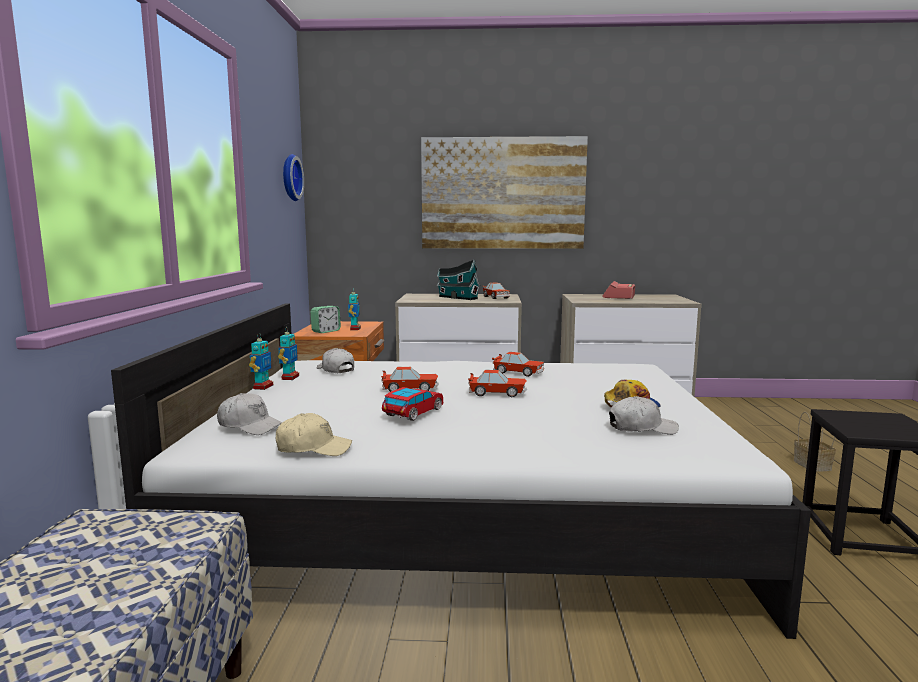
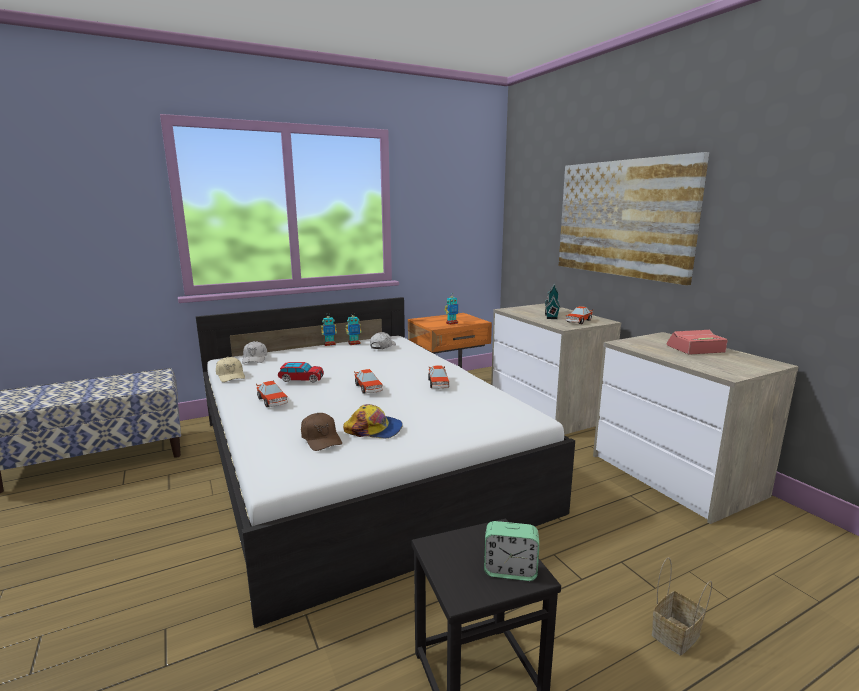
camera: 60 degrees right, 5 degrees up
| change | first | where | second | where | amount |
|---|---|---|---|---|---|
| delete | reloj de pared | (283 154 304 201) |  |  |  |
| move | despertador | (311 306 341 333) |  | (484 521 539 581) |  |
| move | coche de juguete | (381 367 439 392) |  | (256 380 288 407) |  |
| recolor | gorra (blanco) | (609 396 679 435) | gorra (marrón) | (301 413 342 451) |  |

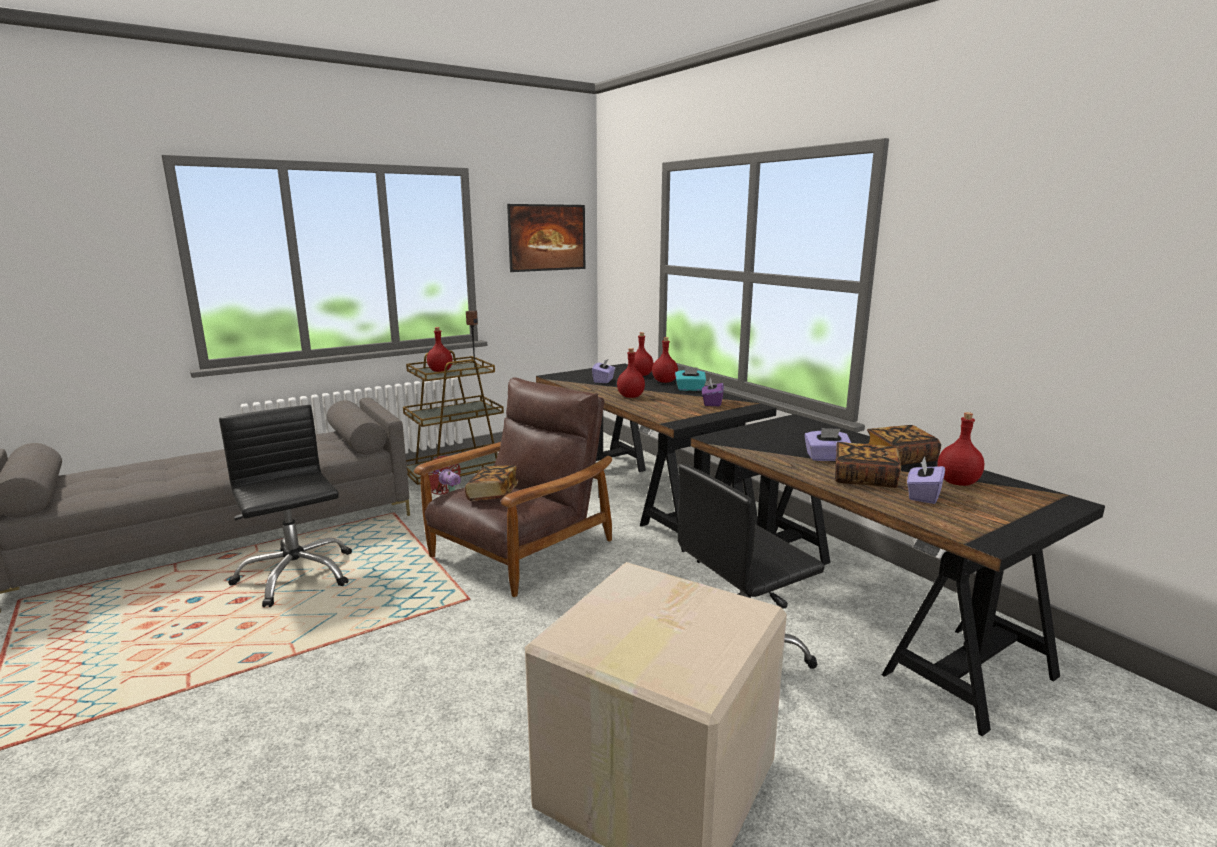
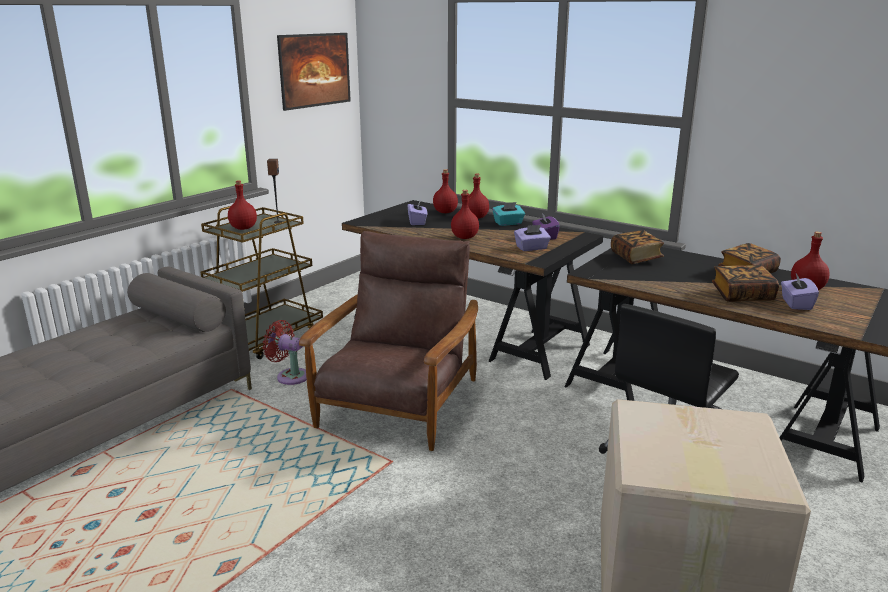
camera: 20 degrees left, 5 degrees up
| change | first | where | second | where | amount |
|---|---|---|---|---|---|
| delete | silla de oficina (negro) | (219 405 352 607) |  |  |  |
| move | libro | (465 465 518 501) |  | (611 230 664 264) |  |
| move | caja de pañuelos (morado) | (805 428 851 461) |  | (514 225 551 251) |  |

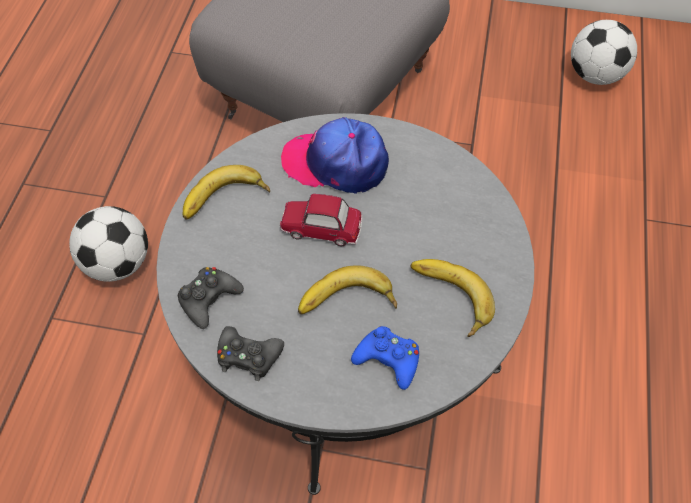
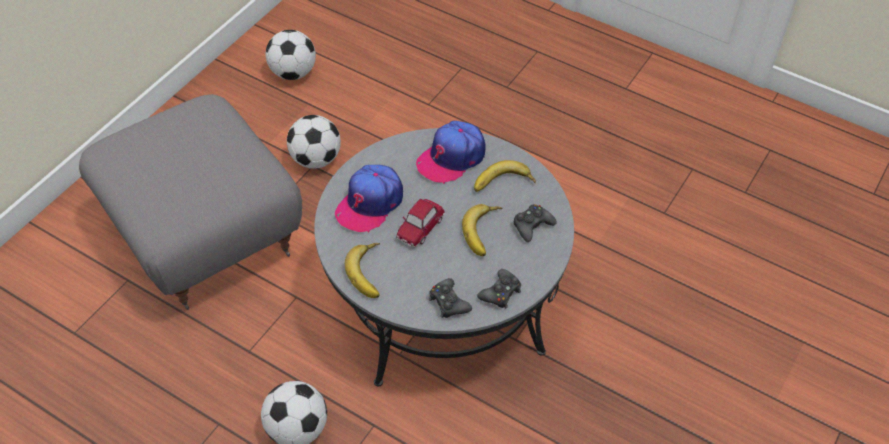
camera: 70 degrees left, 5 degrees down
| change | first | where | second | where | amount |
|---|---|---|---|---|---|
| recolor | mando de consola (azul) | (351 326 419 390) | mando de consola (negro) | (514 204 557 242) |  |
| insert |  |  | balón de fútbol | (287 115 341 169) |  |
| insert |  |  | gorra | (416 121 486 184) |  |

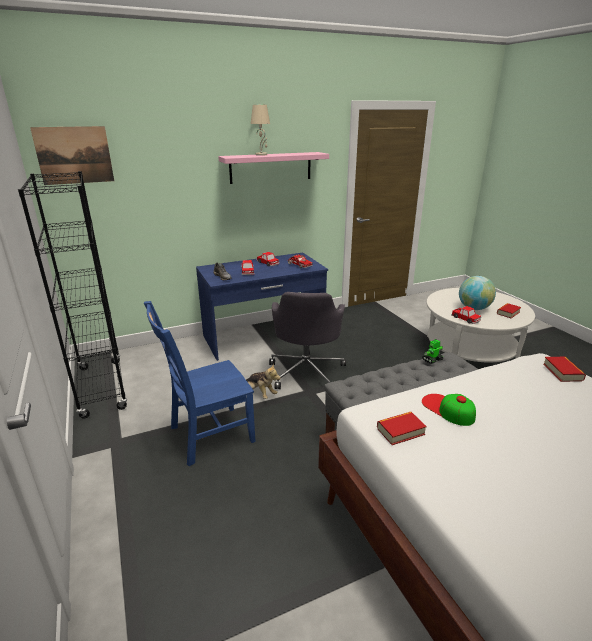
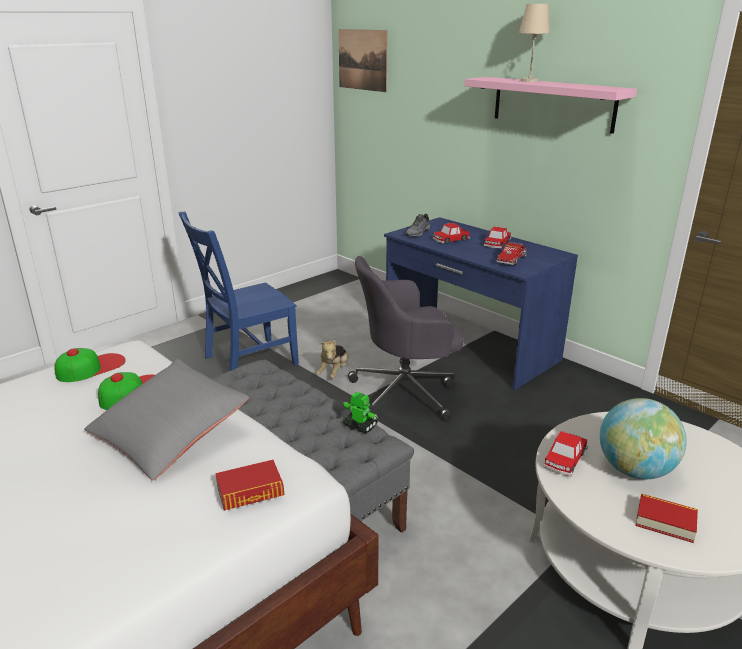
camera: 70 degrees right, 0 degrees up
| change | first | where | second | where | amount |
|---|---|---|---|---|---|
| delete | estantería (negro) | (18 171 128 419) |  |  |  |
| rotate | silla (azul) | (144 301 256 466) |  | (178 212 299 371) | 75 degrees counterclockwise |
| replace | libro | (377 412 427 445) | gorra | (54 348 126 382) |  |
| insert |  |  | cojín (gris) | (84 359 249 481) |  |

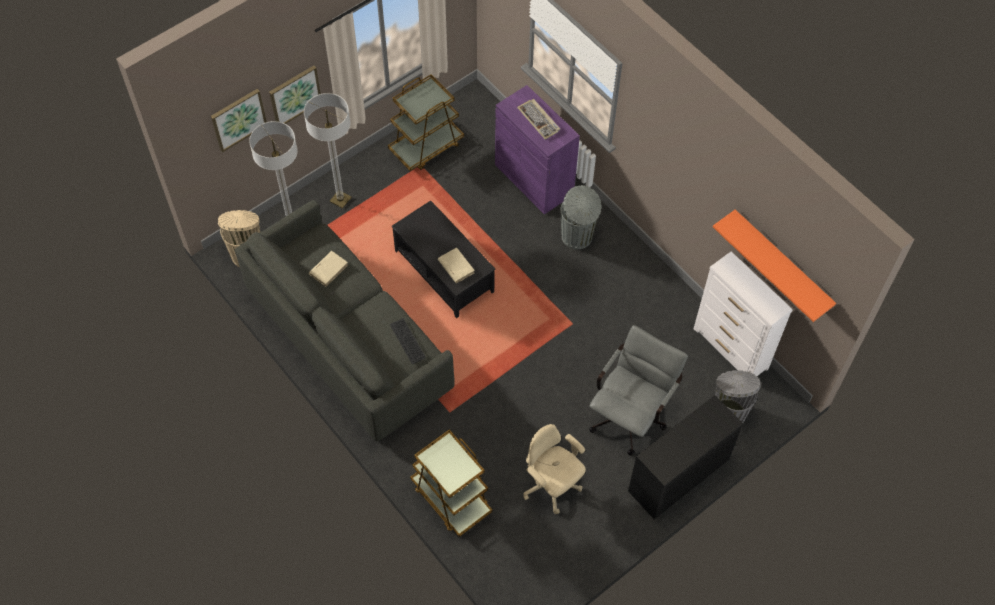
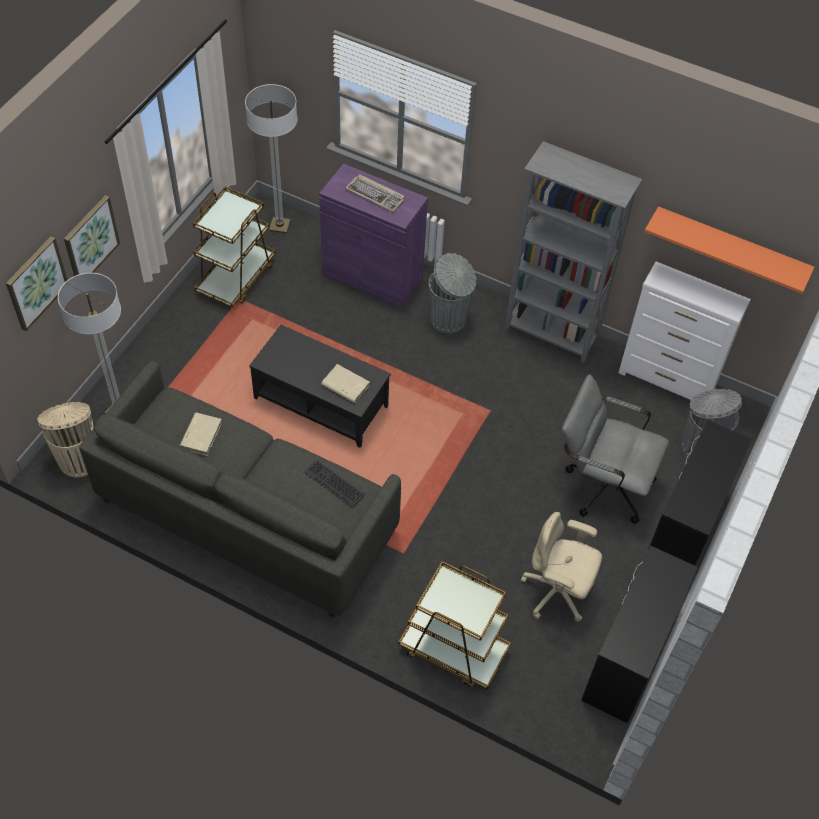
camera: 25 degrees left, 5 degrees down
| change | first | where | second | where | amount |
|---|---|---|---|---|---|
| move | lámpara de pie | (304 93 352 209) |  | (245 84 297 233) |  |
| rotate | silla de oficina (gris) | (589 325 688 456) |  | (562 374 669 524) | 75 degrees counterclockwise |
| insert |  |  | estantería (gris) | (504 141 642 363) |  |
| insert |  |  | escritorio (negro) | (581 545 698 723) |  |

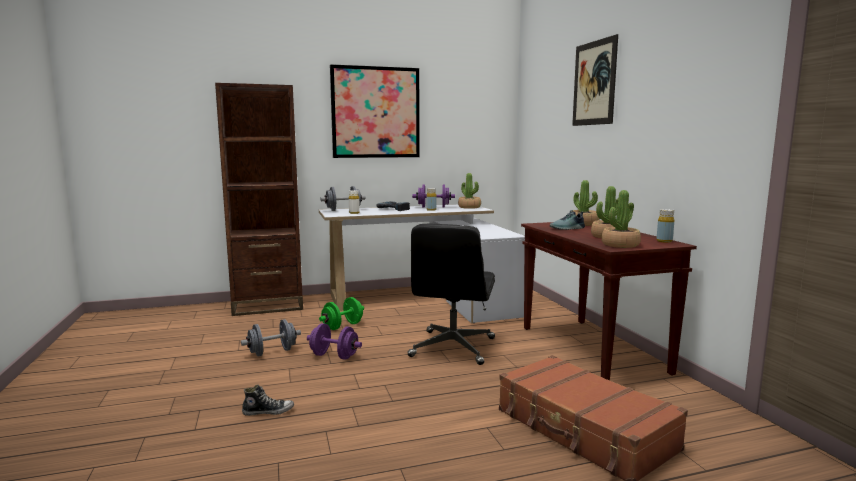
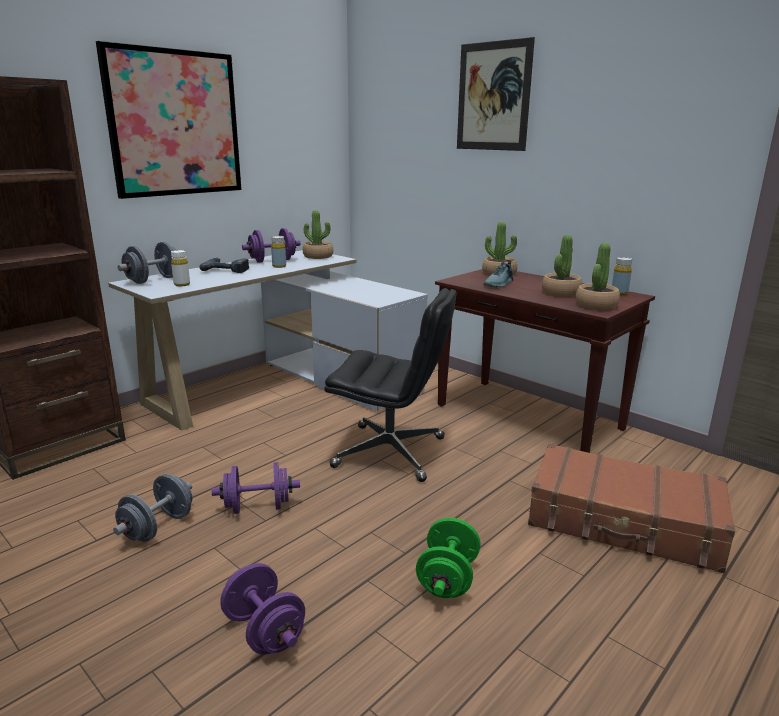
camera: 30 degrees left, 10 degrees up
| change | first | where | second | where | amount |
|---|---|---|---|---|---|
| replace | zapato | (242 385 294 416) | mancuerna (morado) | (220 563 305 655) |  |
| move | mancuerna (verde) | (319 297 364 330) |  | (416 518 480 598) |  |
| rotate | silla de oficina (negro) | (407 224 495 365) |  | (324 288 456 482) | 60 degrees counterclockwise |

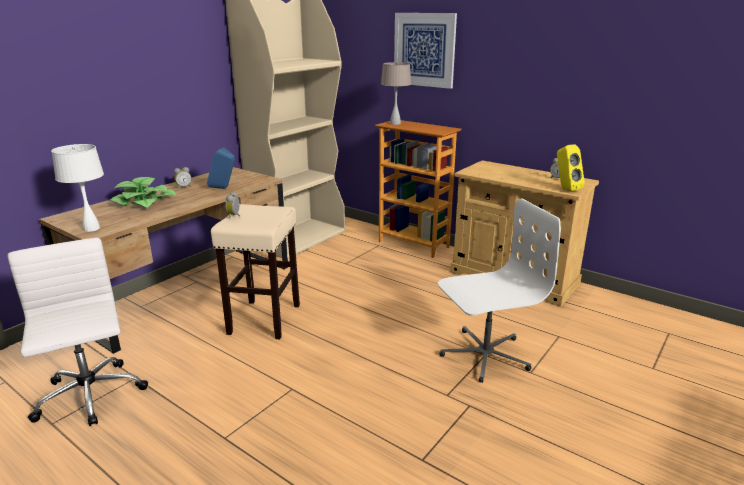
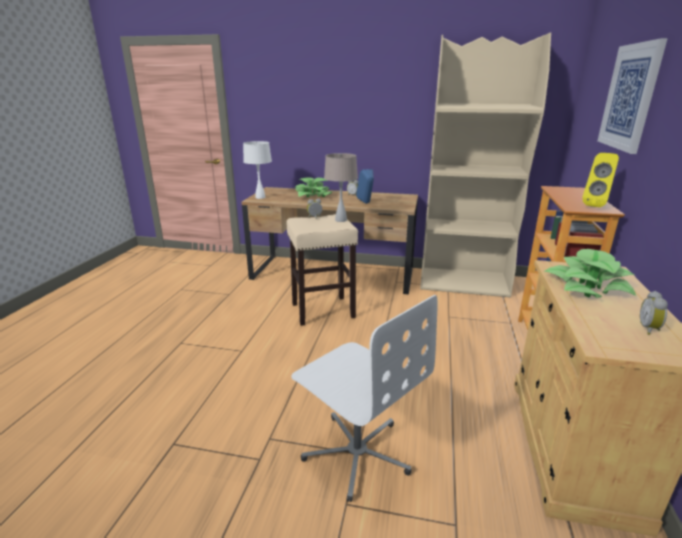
camera: 65 degrees right, 0 degrees up
| change | first | where | second | where | amount |
|---|---|---|---|---|---|
| delete | silla de oficina (blanco) | (7 238 148 426) |  |  |  |
| move | lámpara de mesa (beis) | (381 62 411 125) |  | (324 153 358 222) |  |
| move | altavoz (amarillo) | (557 145 585 191) |  | (582 153 619 207) |  |
| insert |  |  | planta en maceta | (543 249 636 298) |  |

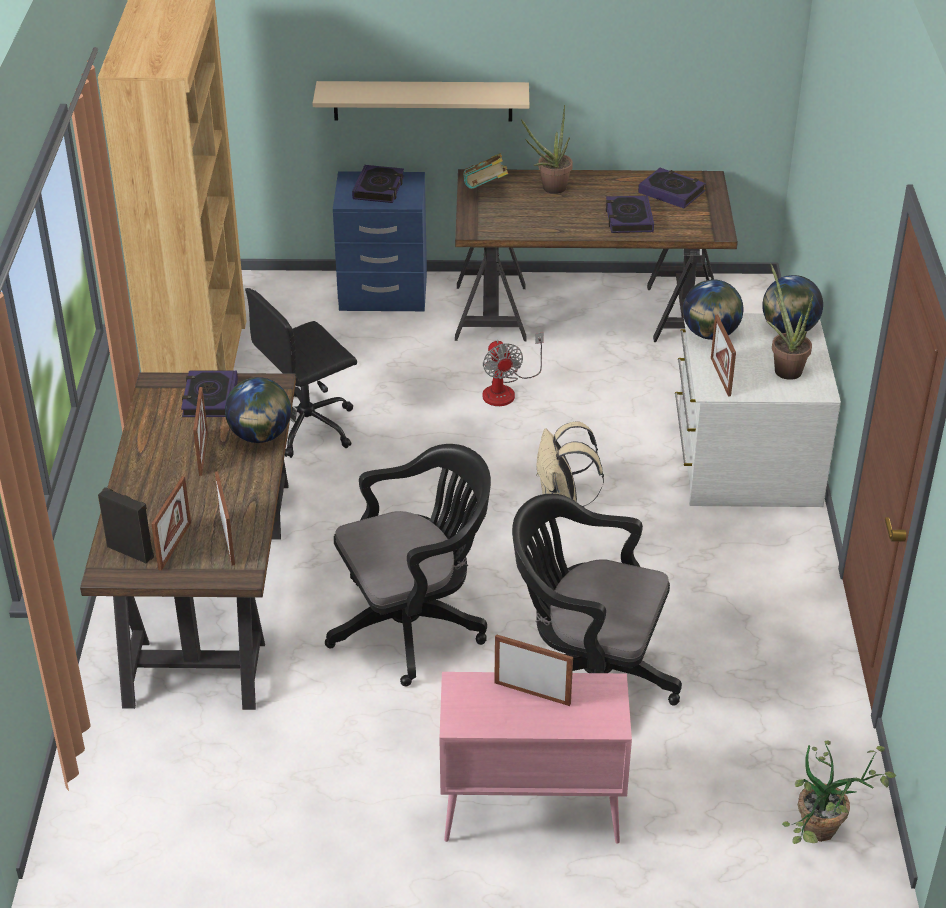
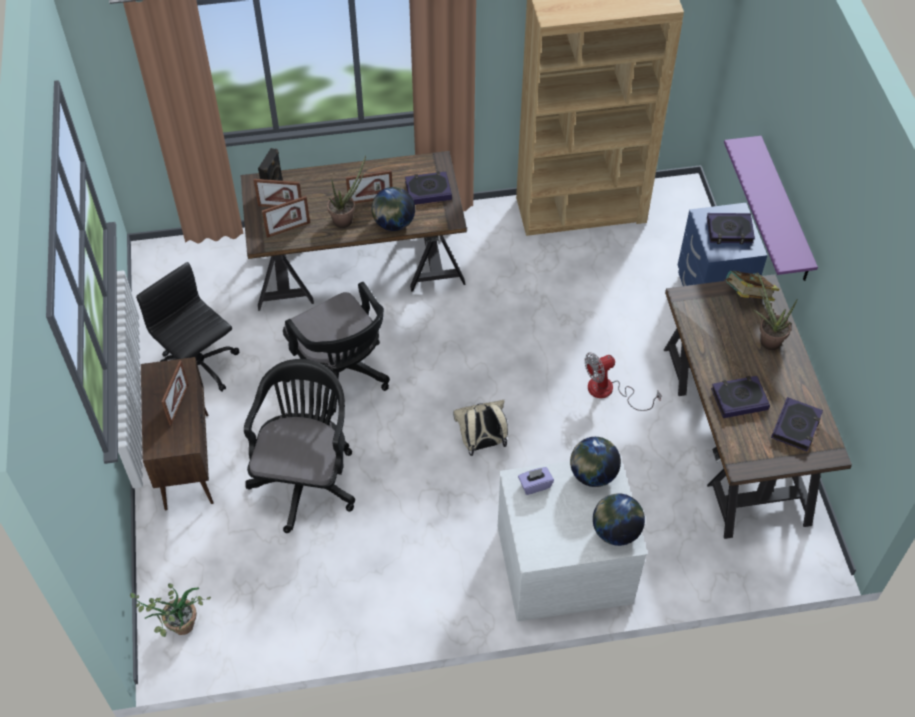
camera: 80 degrees right, 15 degrees up
| change | first | where | second | where | amount |
|---|---|---|---|---|---|
| move | silla de oficina (negro) | (245 288 357 458) |  | (136 262 240 391) |  |
| recolor | estante (beis) | (313 81 529 121) | estante (morado) | (724 136 818 281) |  |
| recolor | armario (rosa) | (439 672 632 844) | armario (marrón) | (141 357 214 511) |  |
| replace | portarretratos | (711 315 736 397) | caja de pañuelos (morado) | (518 467 554 495) |  |
| move | planta en maceta | (767 263 814 380) |  | (327 155 366 228) |  |

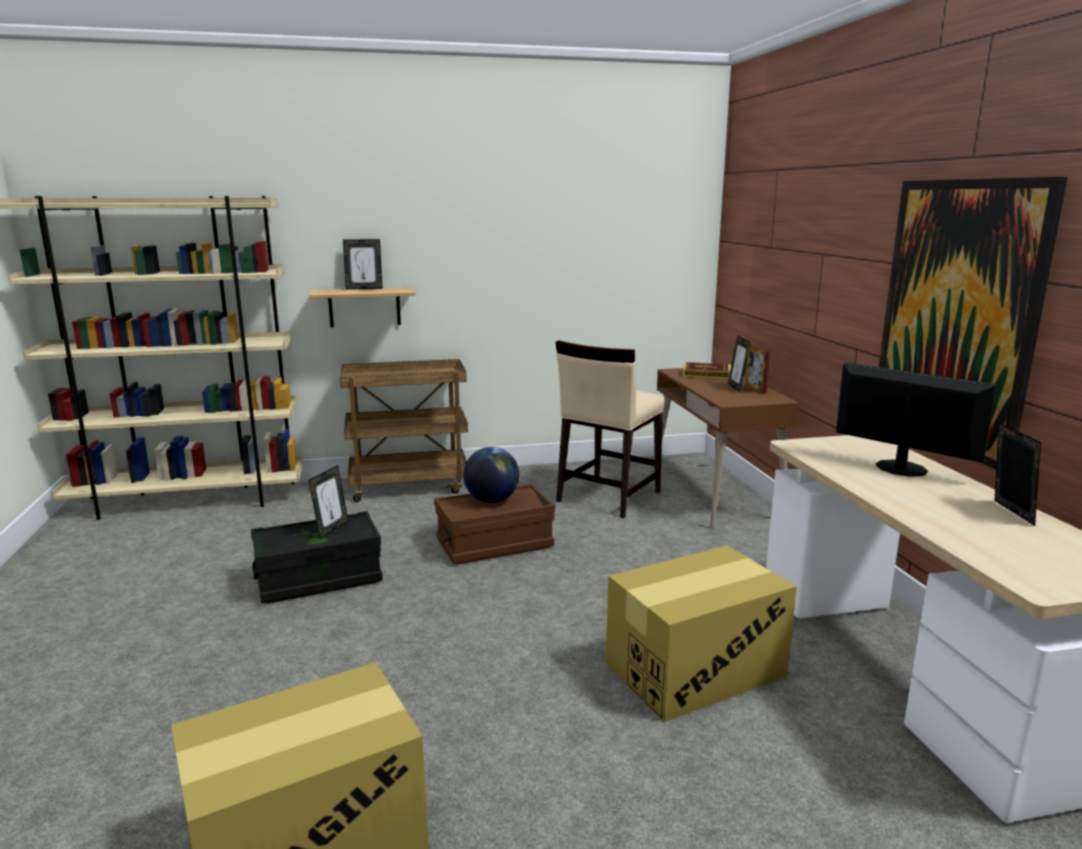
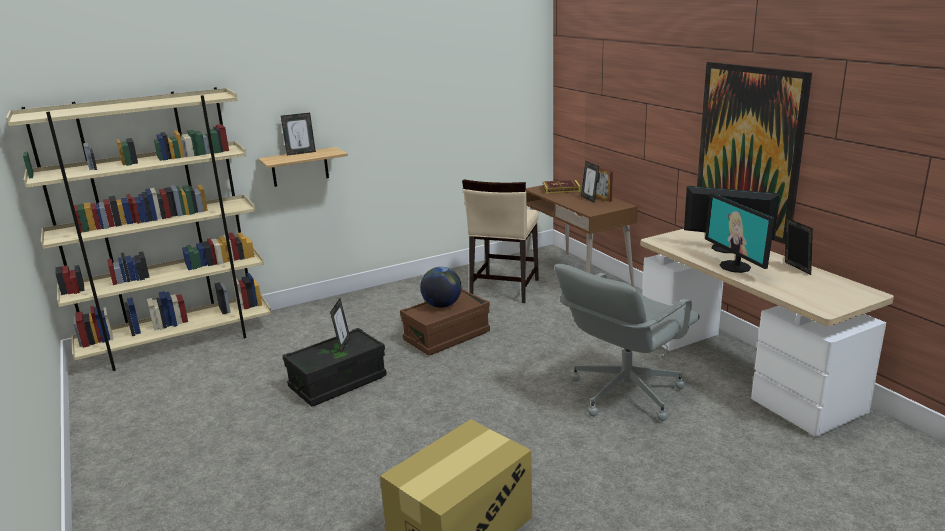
camera: 15 degrees left, 5 degrees up
| change | first | where | second | where | amount |
|---|---|---|---|---|---|
| delete | carrito (marrón) | (340 359 468 502) |  |  |  |
| replace | caja de cartón | (606 545 797 722) | silla de oficina (gris) | (554 264 700 421) |  |
| insert |  |  | monitor | (705 193 775 273) |  |

